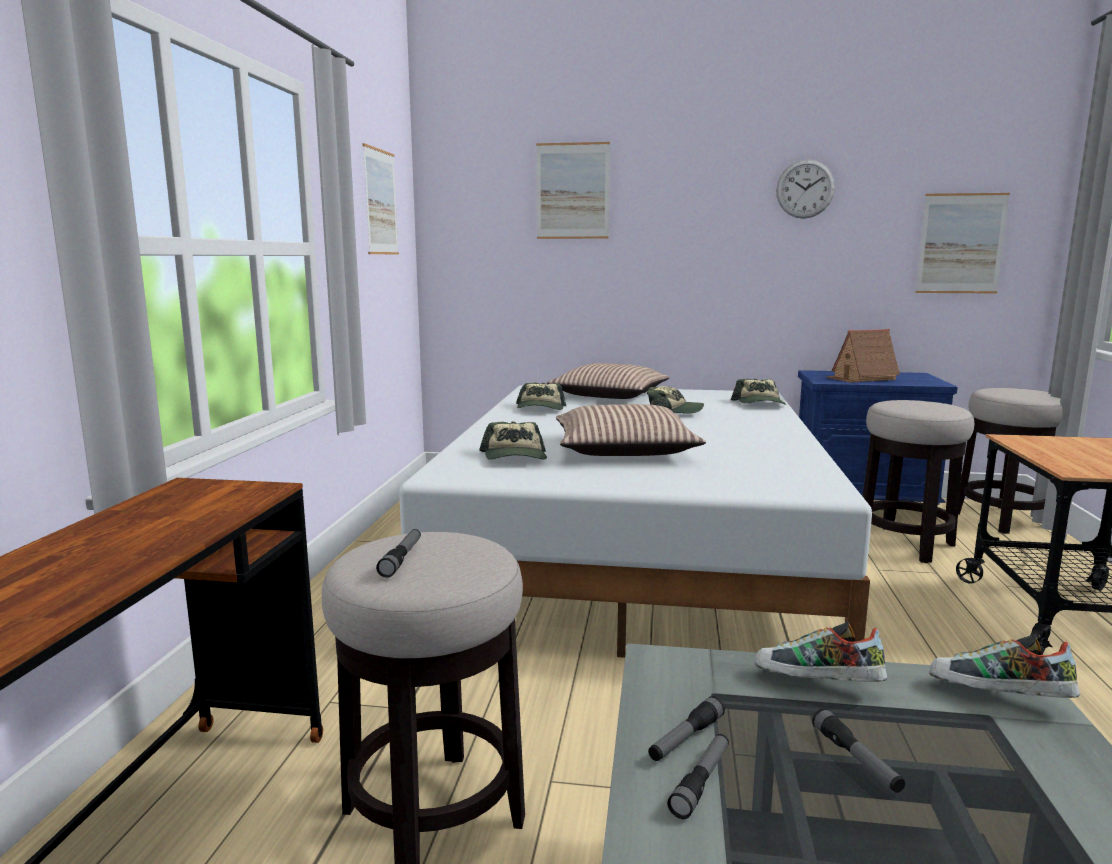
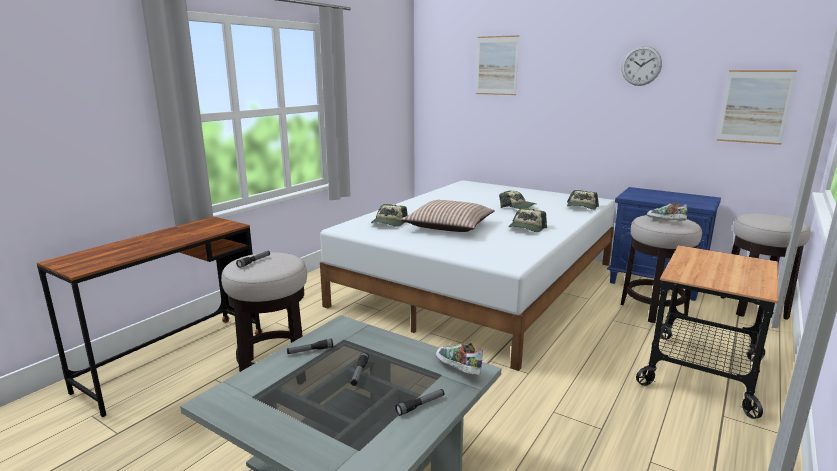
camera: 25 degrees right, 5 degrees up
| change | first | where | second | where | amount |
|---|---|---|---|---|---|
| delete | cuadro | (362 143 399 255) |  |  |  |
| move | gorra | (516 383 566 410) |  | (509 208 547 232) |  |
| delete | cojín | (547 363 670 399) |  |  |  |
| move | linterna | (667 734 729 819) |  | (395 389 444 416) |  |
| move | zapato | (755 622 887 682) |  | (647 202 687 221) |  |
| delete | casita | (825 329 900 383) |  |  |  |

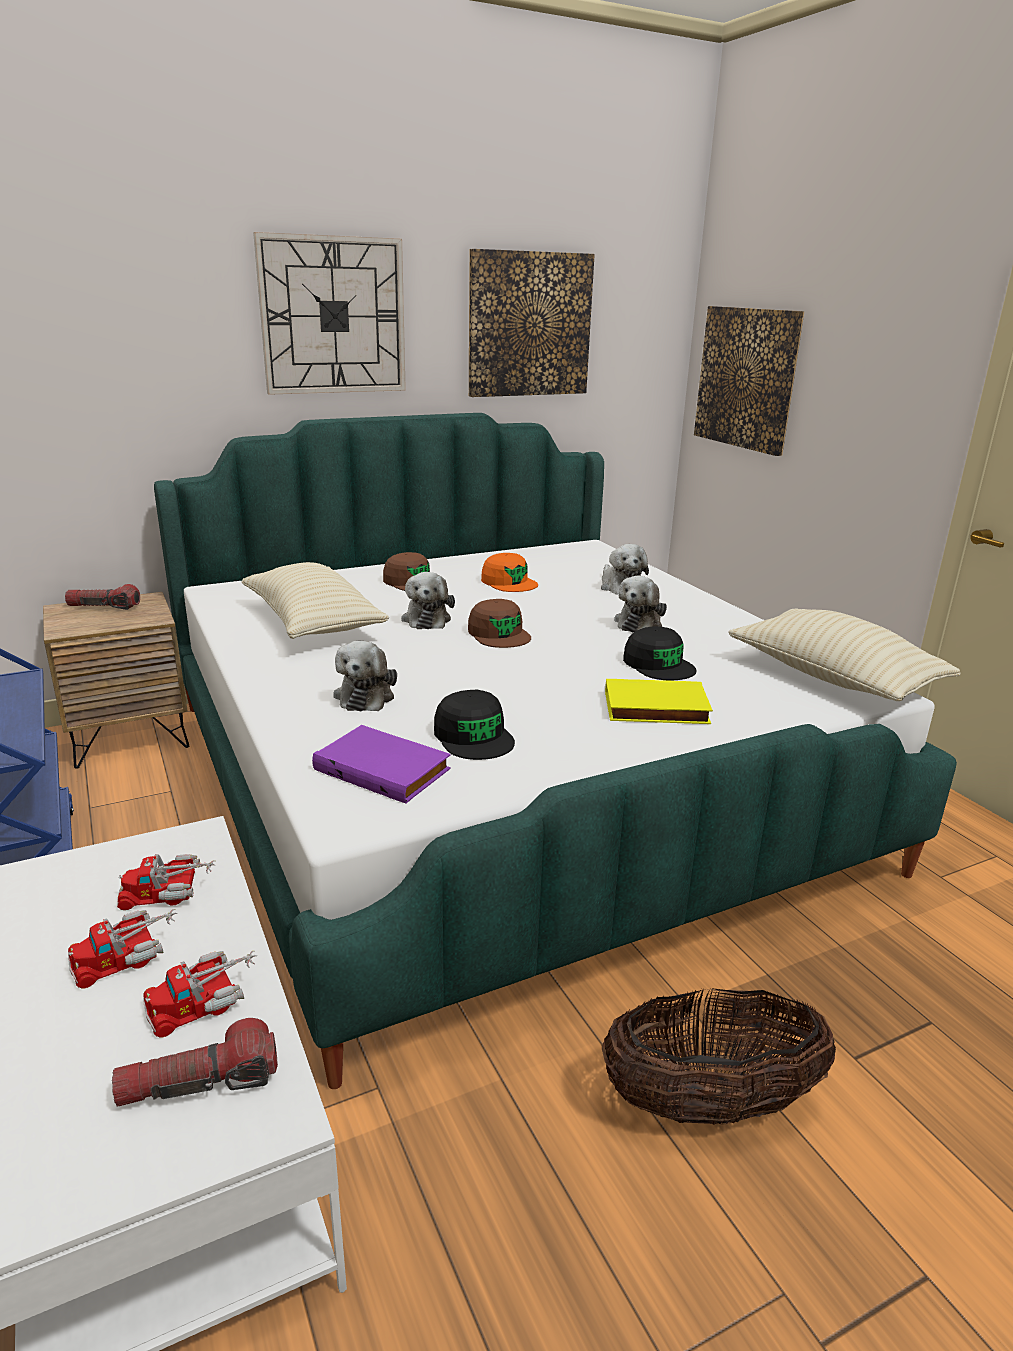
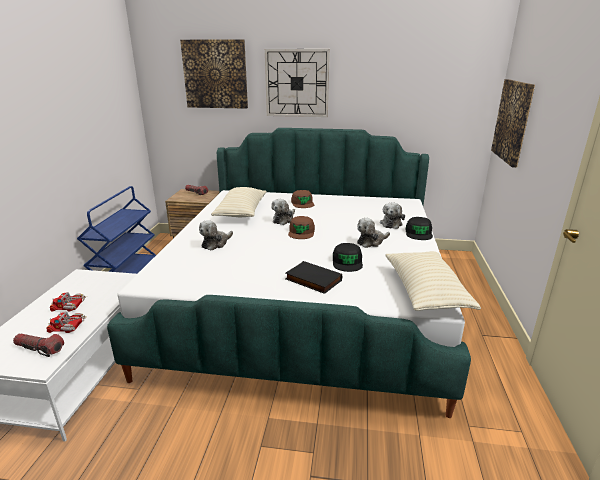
camera: 35 degrees right, 0 degrees up
| change | first | where | second | where | amount |
|---|---|---|---|---|---|
| delete | camión de juguete | (117 854 215 910) |  |  |  |
| delete | libro (morado) | (312 725 451 803) |  |  |  |
| move | gorra (negro) | (434 690 515 760) |  | (406 217 433 240) |  |
| move | cuadro | (469 249 595 397) |  | (180 39 248 109) |  |
| delete | gorra (naranja) | (481 553 538 592) |  |  |  |
| delete | cesta | (602 988 836 1125) |  |  |  |
| recolor | libro (amarillo) | (605 679 713 724) | libro (negro) | (285 261 342 294) |  |

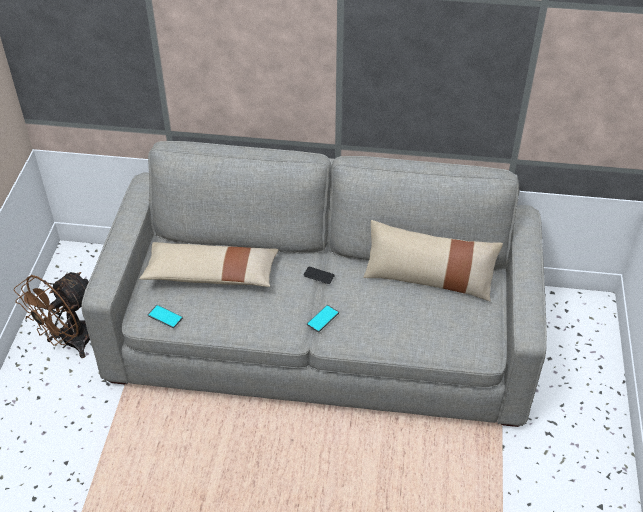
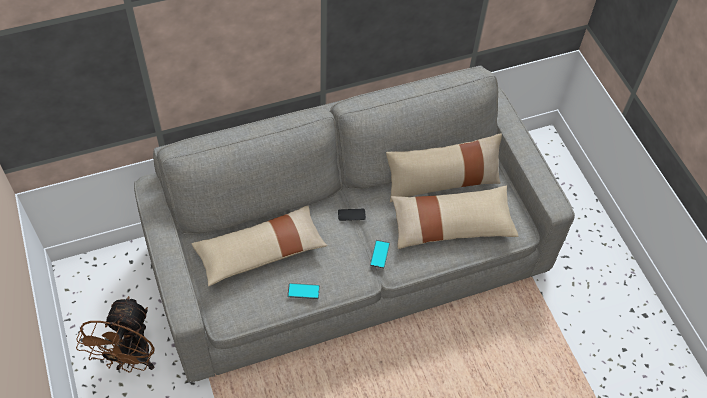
camera: 30 degrees left, 10 degrees up
| change | first | where | second | where | amount |
|---|---|---|---|---|---|
| move | móvil | (147 305 183 328) |  | (287 283 320 299) |  |
| insert |  |  | cojín (beis) | (391 186 518 249) |  |

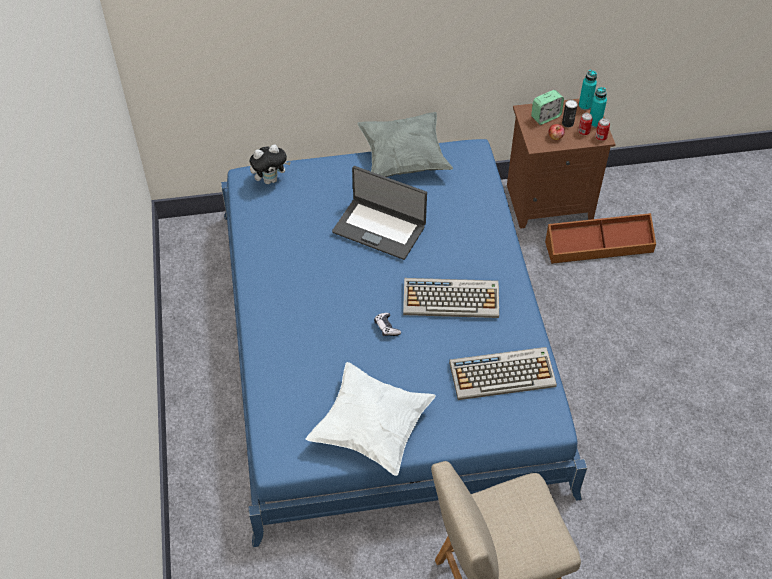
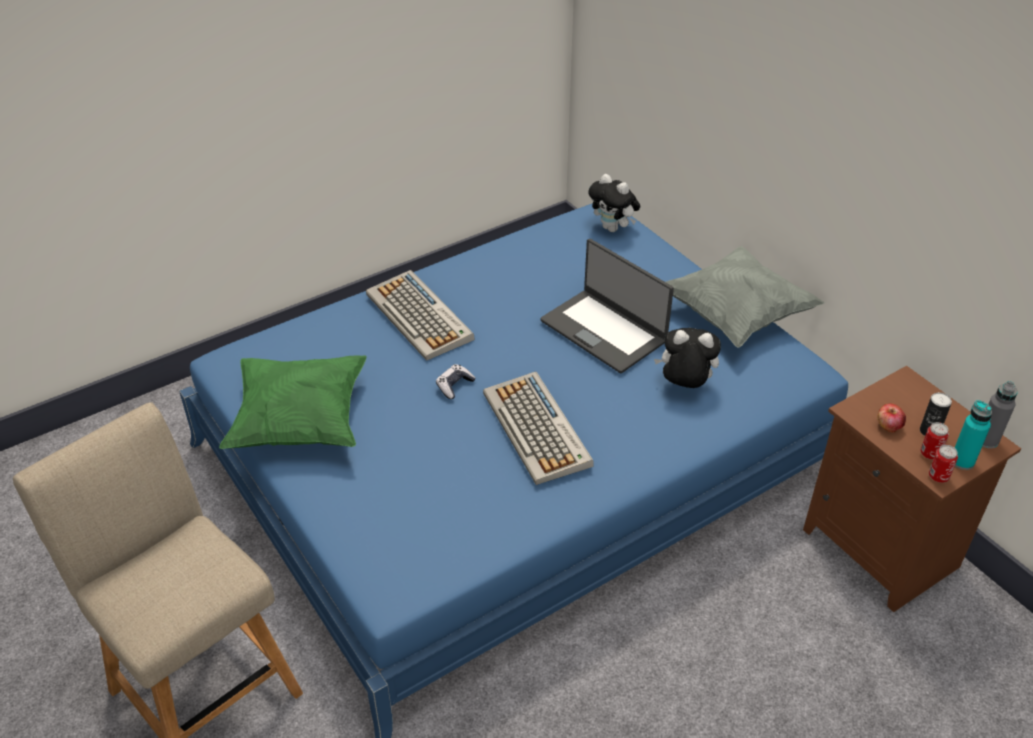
camera: 65 degrees right, 10 degrees down
| change | first | where | second | where | amount |
|---|---|---|---|---|---|
| recolor | cojín (blanco) | (306 362 436 476) | cojín (verde) | (219 355 367 449) |  |
| rotate | portátil | (332 166 427 260) |  | (540 239 674 373) | 45 degrees counterclockwise |
| move | teclado | (449 347 557 400) |  | (366 270 475 361) |  |
| delete | despertador | (531 90 564 125) |  |  |  |
| delete | caja de almacenaje (marrón) | (545 213 656 264) |  |  |  |
| recolor | botella (turquesa) | (579 69 597 110) | botella (gris) | (982 381 1018 449) |  |
| insert |  |  | peluche | (654 328 721 388) |  |

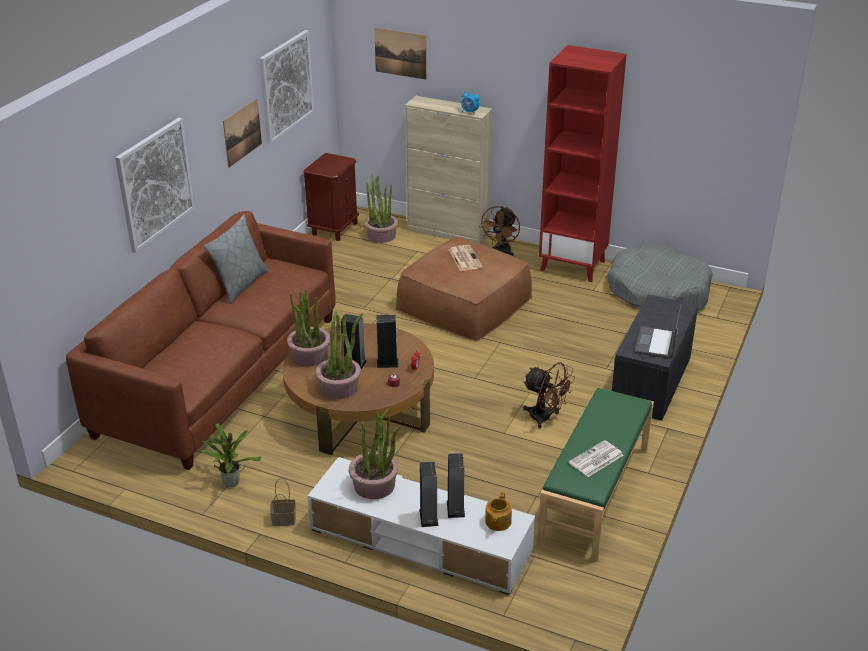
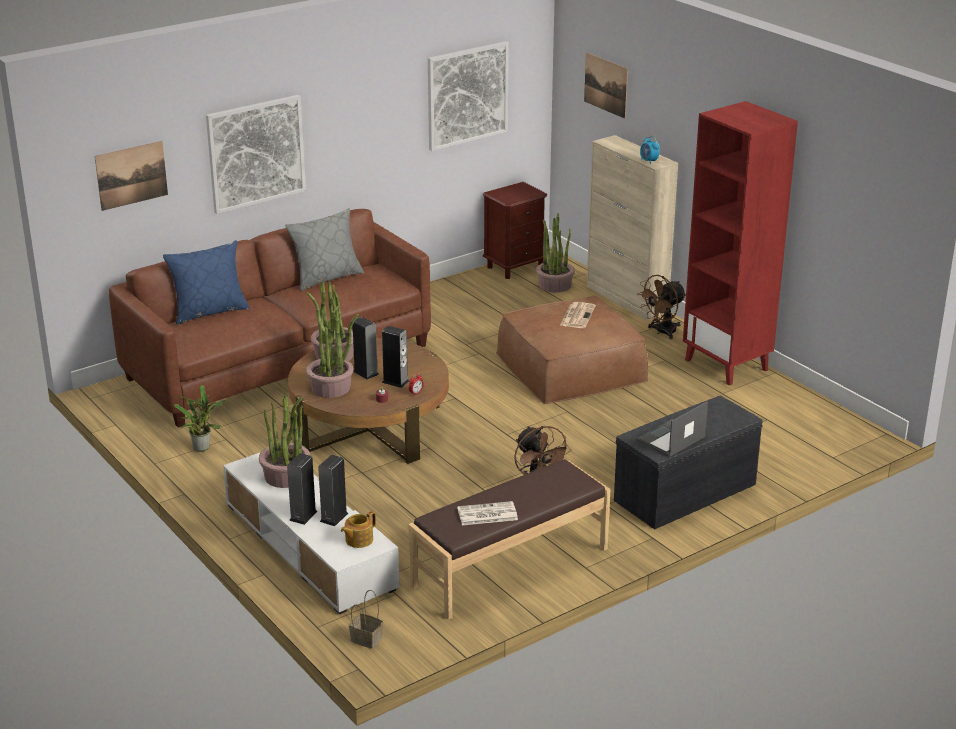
camera: 30 degrees right, 5 degrees down
| change | first | where | second | where | amount |
|---|---|---|---|---|---|
| move | cuadro | (223 98 262 167) |  | (95 141 168 211) |  |
| move | cesta | (270 478 296 526) |  | (349 590 383 649) |  |
| recolor | banco (verde) | (537 388 654 562) | banco (marrón) | (408 459 610 620) |  |
| delete | cama para perro (gris) | (607 244 713 311) |  |  |  |
| insert |  |  | cojín (azul) | (163 240 250 324) |  |

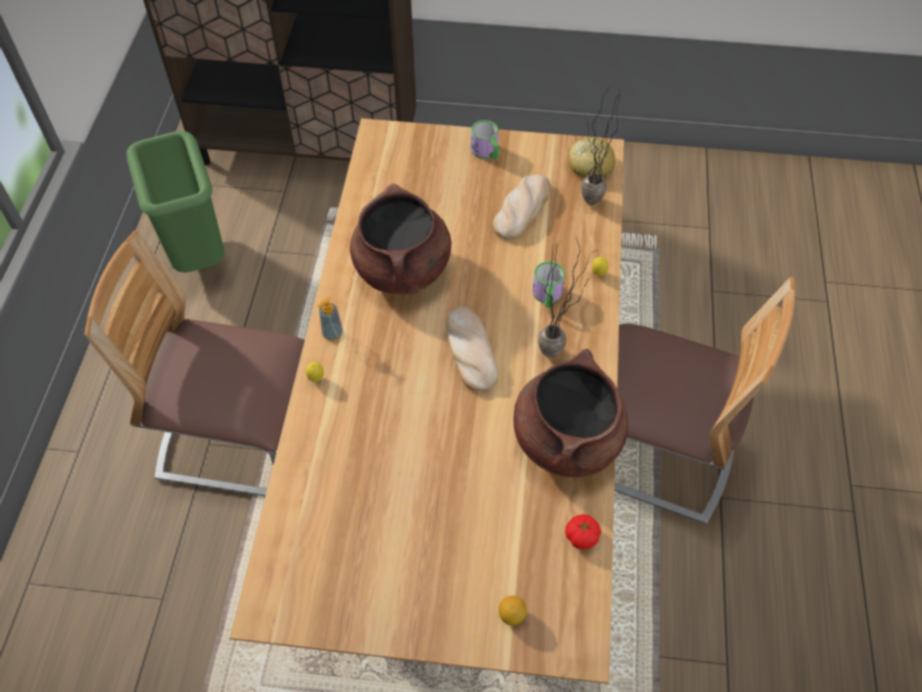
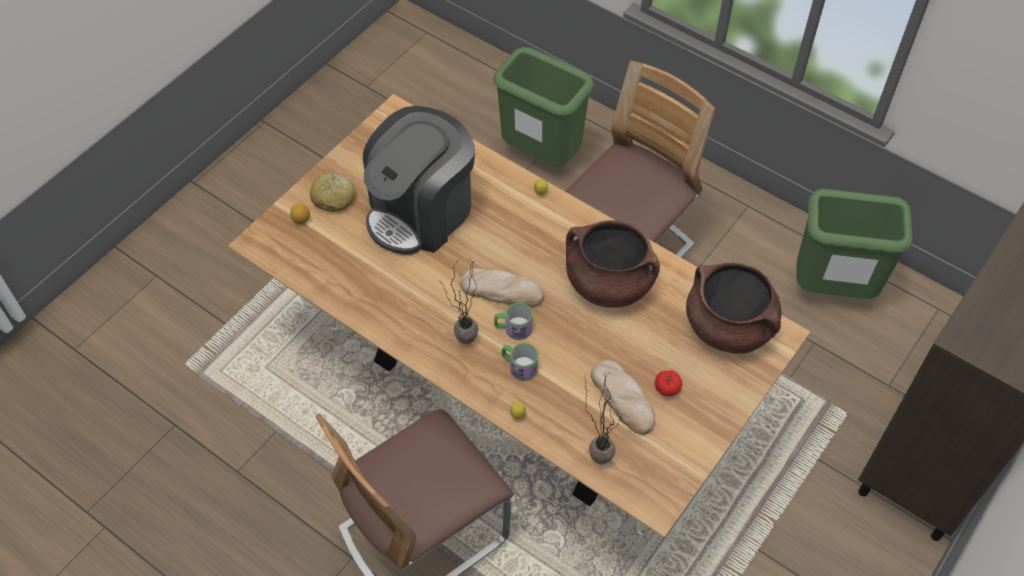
camera: 120 degrees right, 0 degrees up
| change | first | where | second | where | amount |
|---|---|---|---|---|---|
| delete | dispensador de jabón | (317 297 343 341) |  |  |  |
| move | taza grande | (471 120 499 159) |  | (494 303 533 340) |  |
| move | olla (marrón) | (513 349 628 477) |  | (686 263 782 354) |  |
| move | tomate | (565 514 601 549) |  | (655 370 682 396) |  |
| move | pan | (568 138 615 178) |  | (310 173 356 212) |  |
| insert |  |  | cafetera | (363 106 475 255) |  |
| insert |  |  | papelera (verde) | (493 47 594 166) |  |

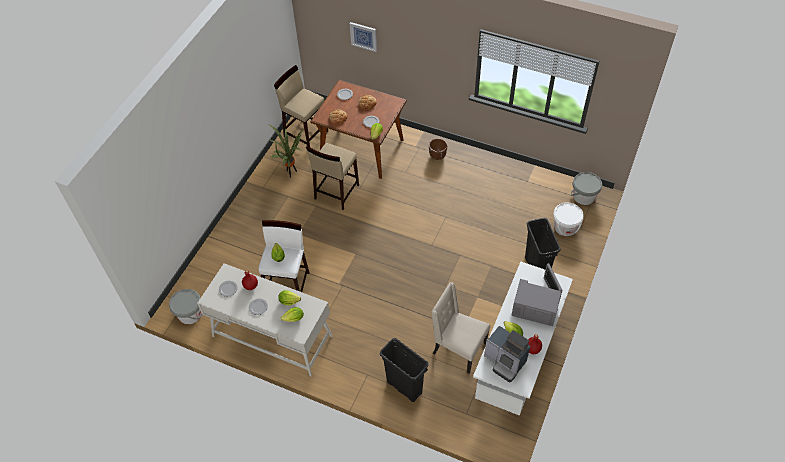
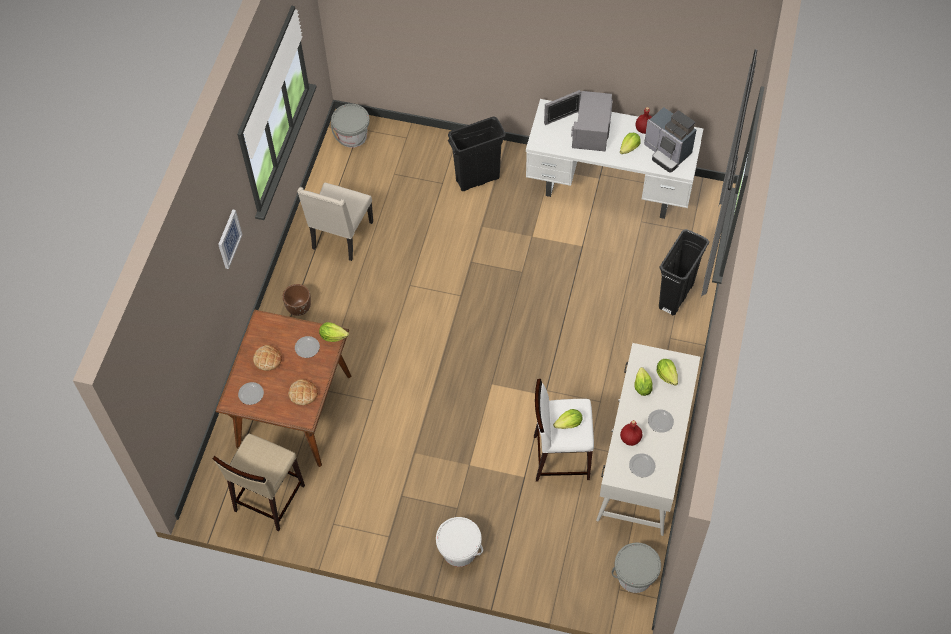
camera: 100 degrees left, 5 degrees up
| change | first | where | second | where | amount |
|---|---|---|---|---|---|
| delete | planta en maceta | (268 124 304 178) |  |  |  |
| delete | taburete (beis) | (306 143 359 210) |  |  |  |
| move | cuadro | (350 22 377 52) |  | (218 210 243 269) |  |
| move | silla (beis) | (431 282 490 373) |  | (297 183 373 261) |  |
| rotate | cafetera | (484 326 530 382) |  | (644 107 696 173) | 105 degrees clockwise |
| move | cubo (blanco) | (553 202 584 236) |  | (436 517 483 567) |  |

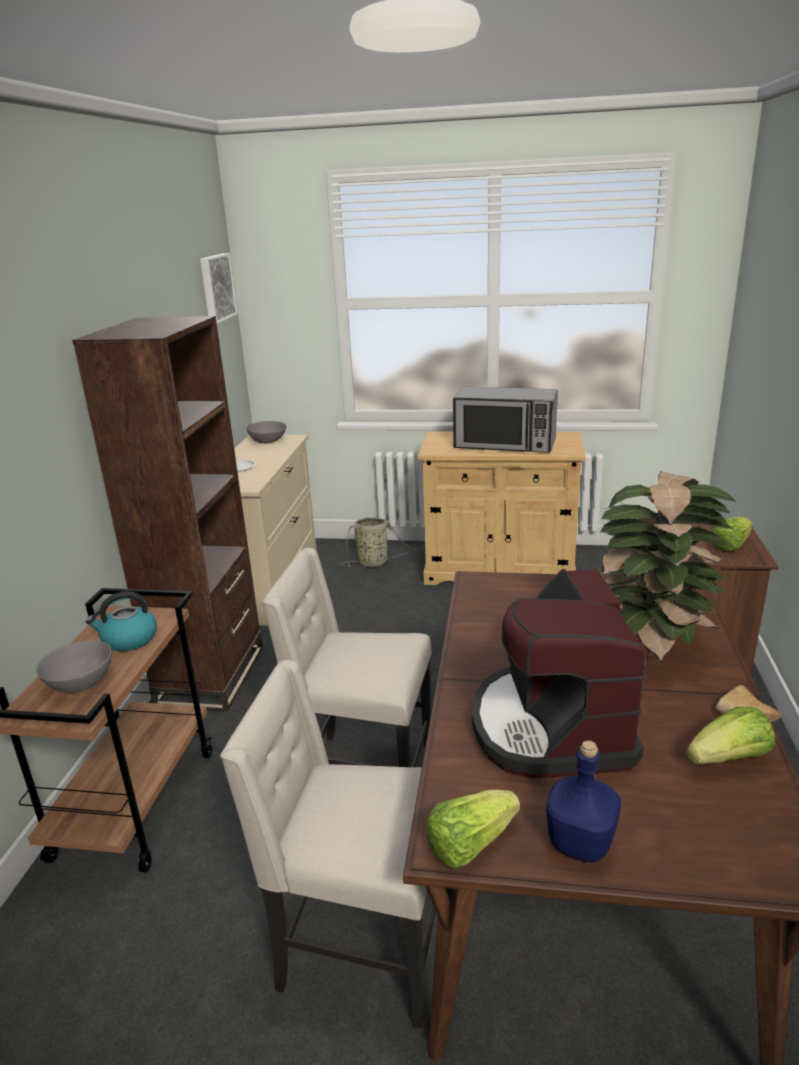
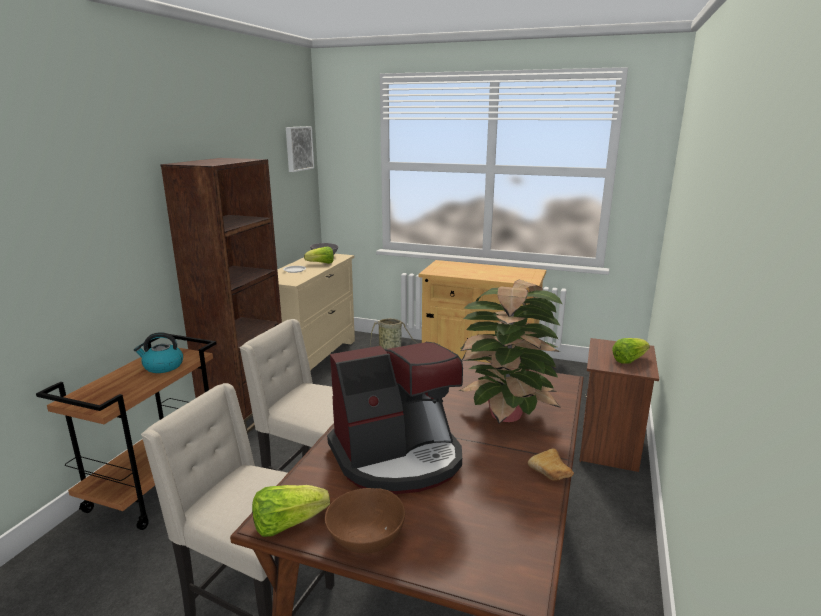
camera: 10 degrees right, 5 degrees down
| change | first | where | second | where | amount |
|---|---|---|---|---|---|
| delete | cuenco (gris) | (36 641 112 692) |  |  |  |
| delete | microondas | (453 387 558 453) |  |  |  |
| rotate | cafetera | (472 569 646 778) |  | (327 342 463 494) | 120 degrees counterclockwise |
| replace | botella (azul) | (546 740 621 863) | cuenco (marrón) | (325 488 405 553) |  |
| move | lechuga | (687 707 775 764) |  | (304 247 334 264) |  |

